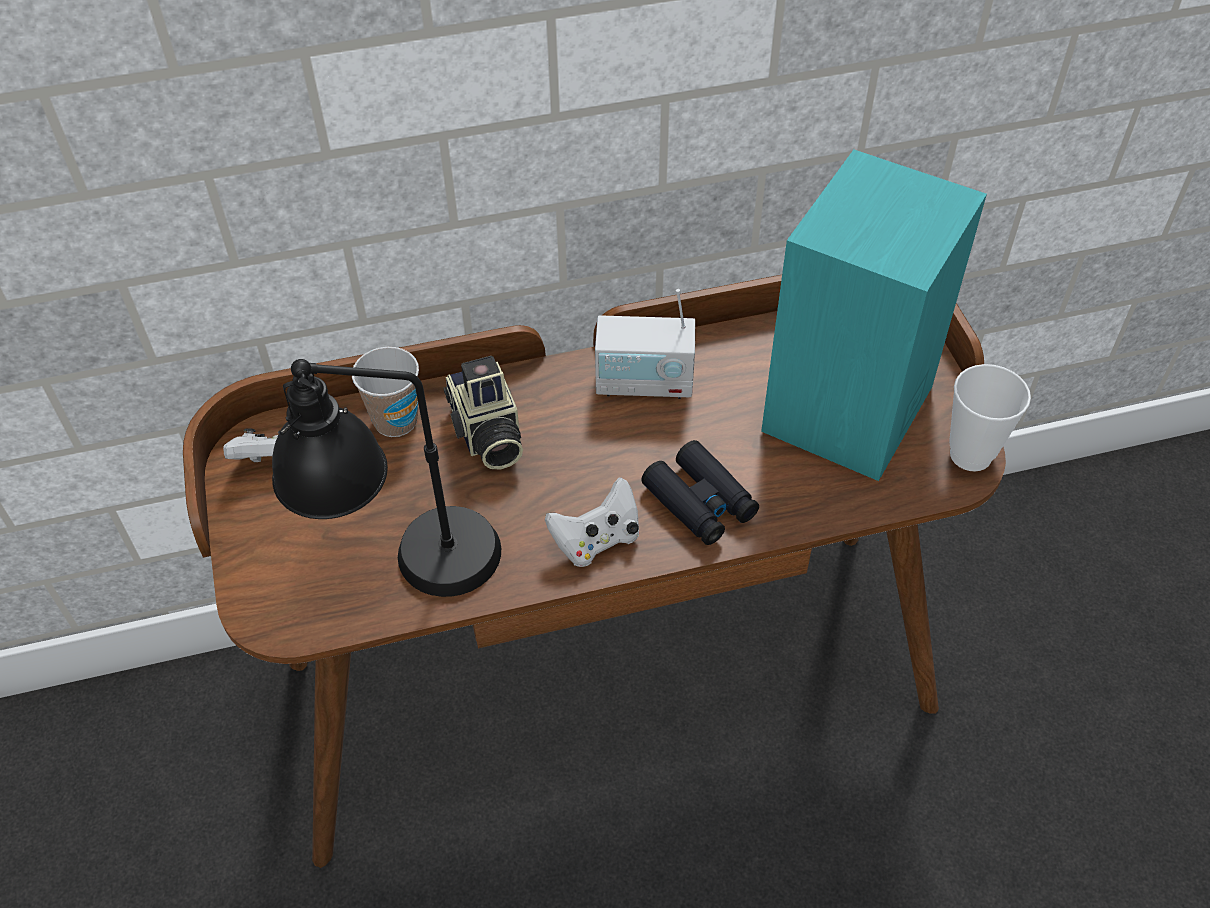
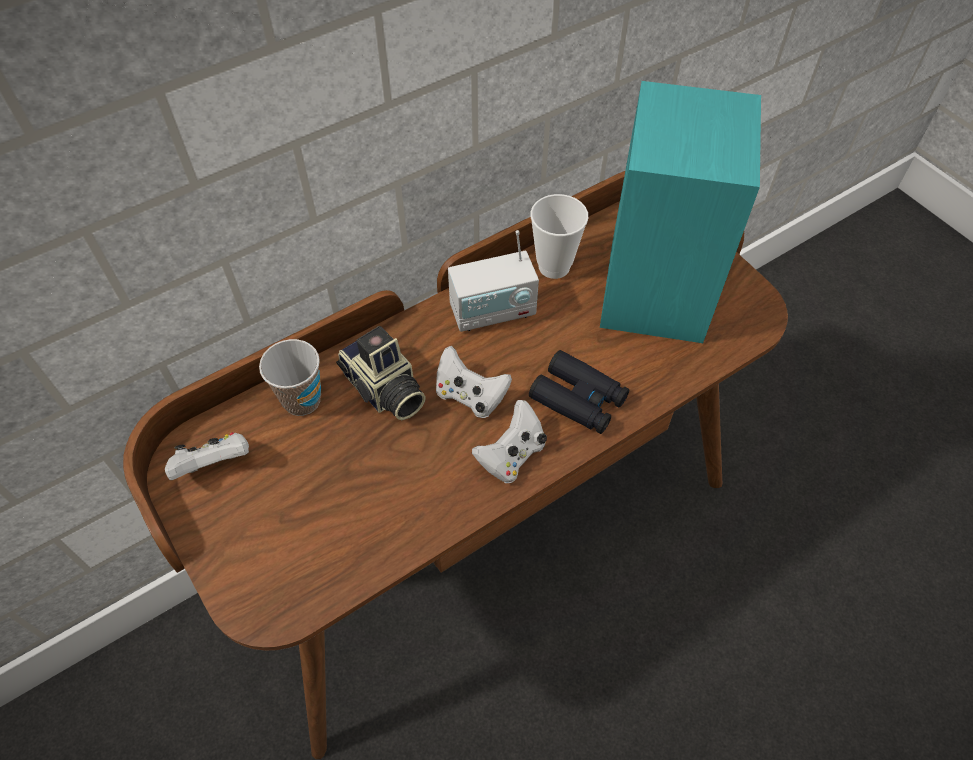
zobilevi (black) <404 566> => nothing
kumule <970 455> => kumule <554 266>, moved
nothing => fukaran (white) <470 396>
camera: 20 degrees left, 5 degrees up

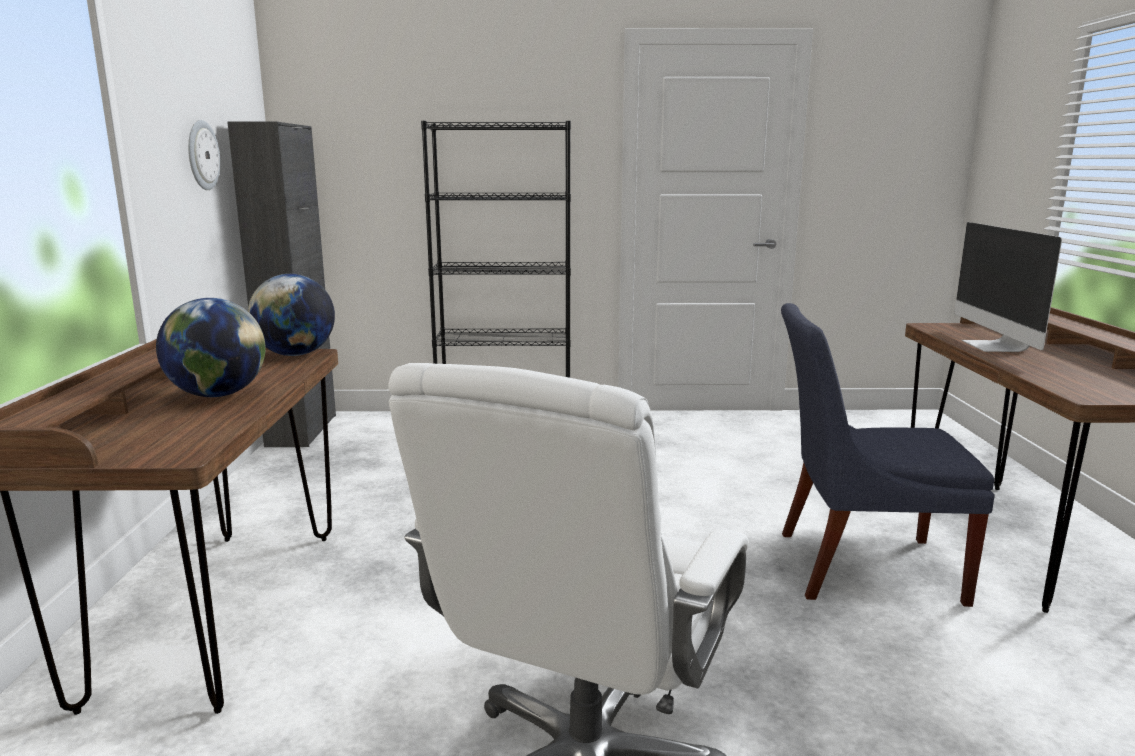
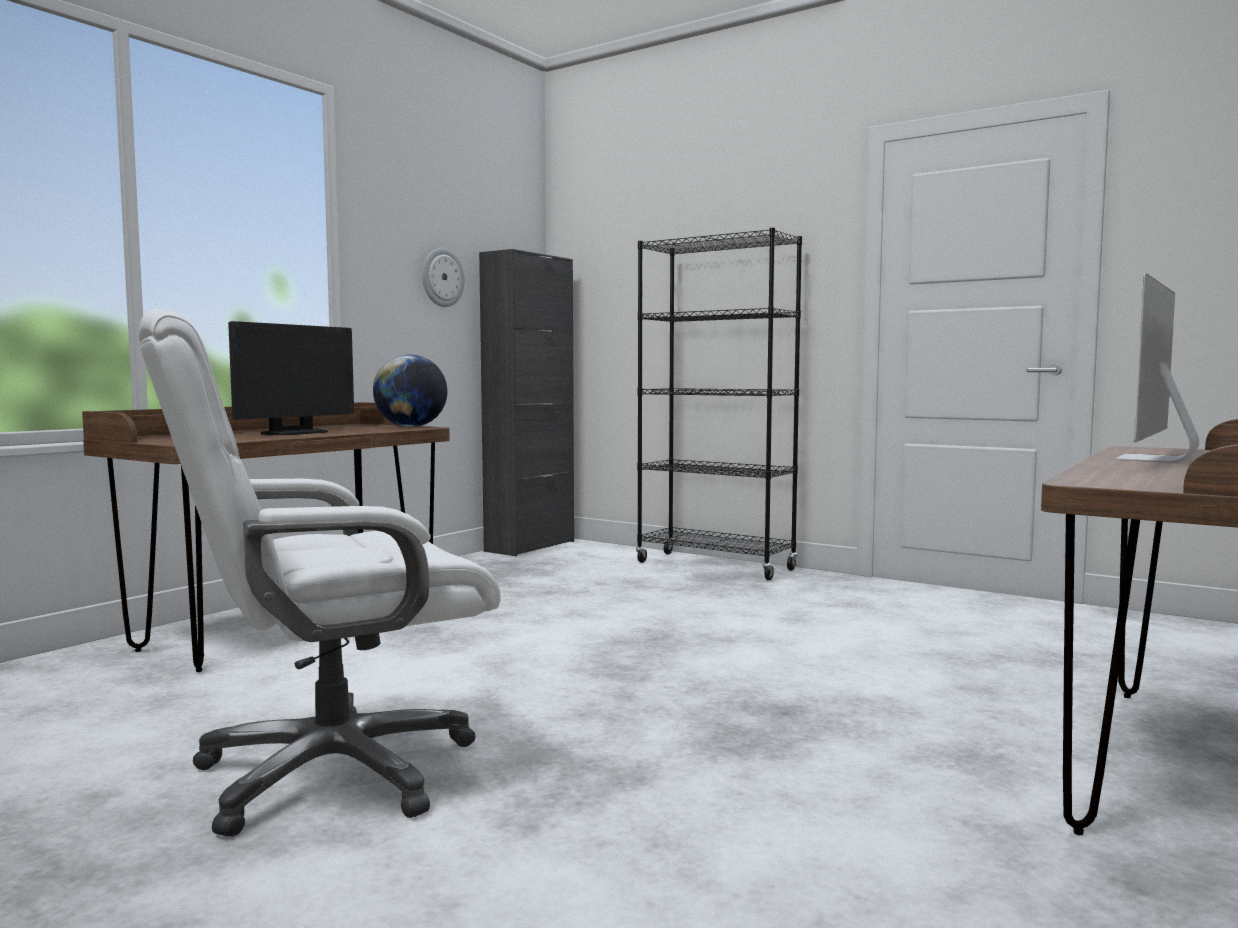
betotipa <218 395> => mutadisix <294 433>
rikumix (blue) <858 566> => nothing
camera: 35 degrees right, 10 degrees down

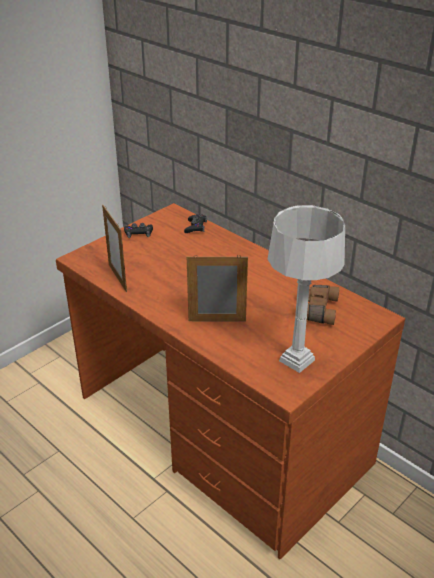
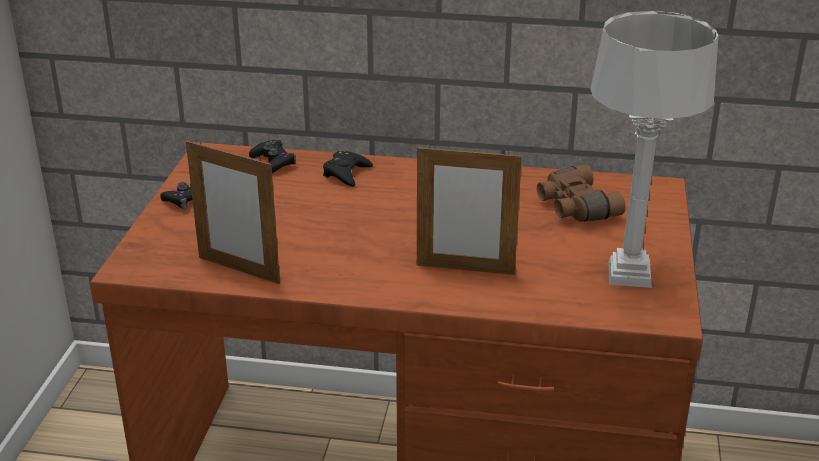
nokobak <217 321> => nokobak <465 269>, 135 degrees counterclockwise
nothing => fukaran (black) <346 173>
camera: 35 degrees left, 5 degrees down

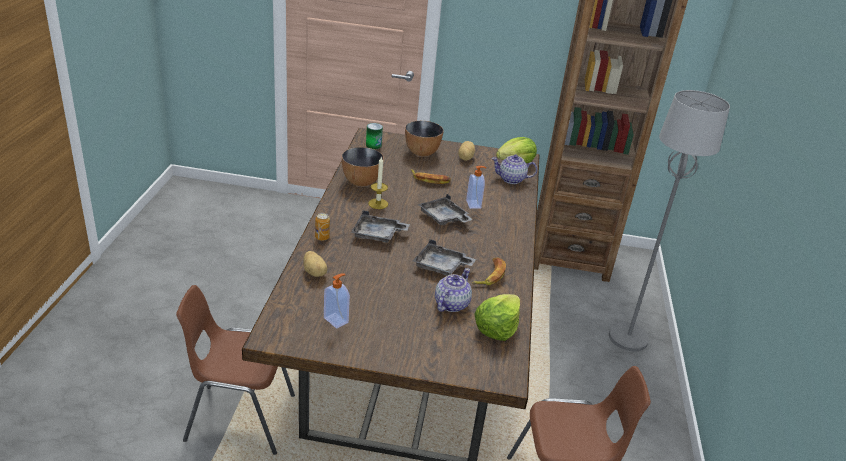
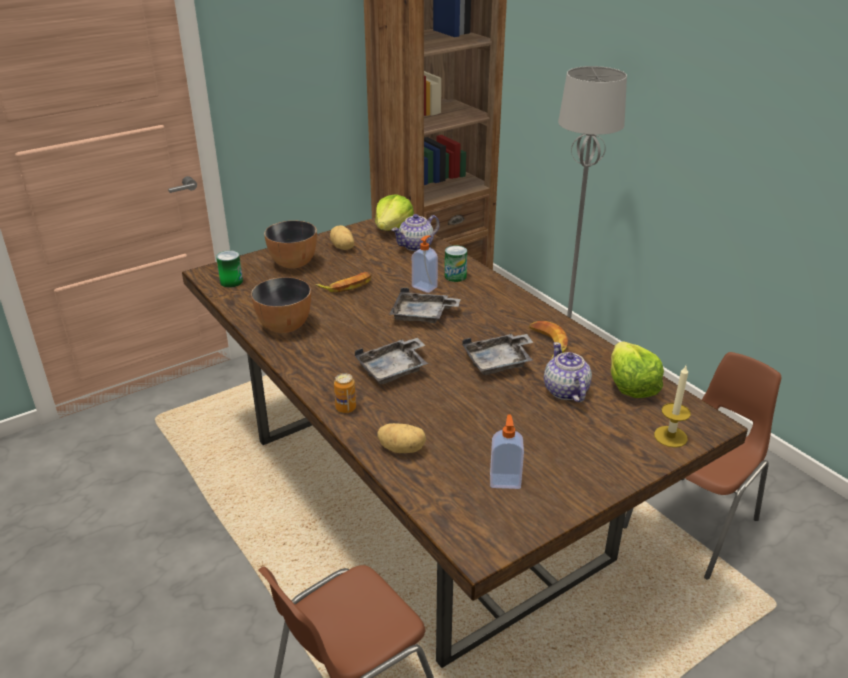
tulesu <378 203> => tulesu <670 436>, moved
nothing => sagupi <455 276>
camera: 40 degrees left, 0 degrees up

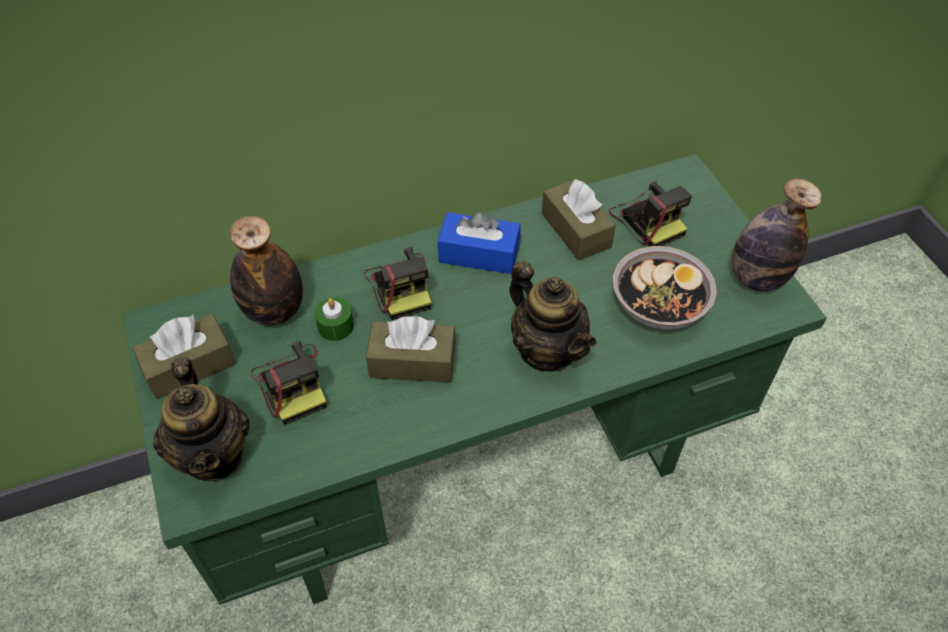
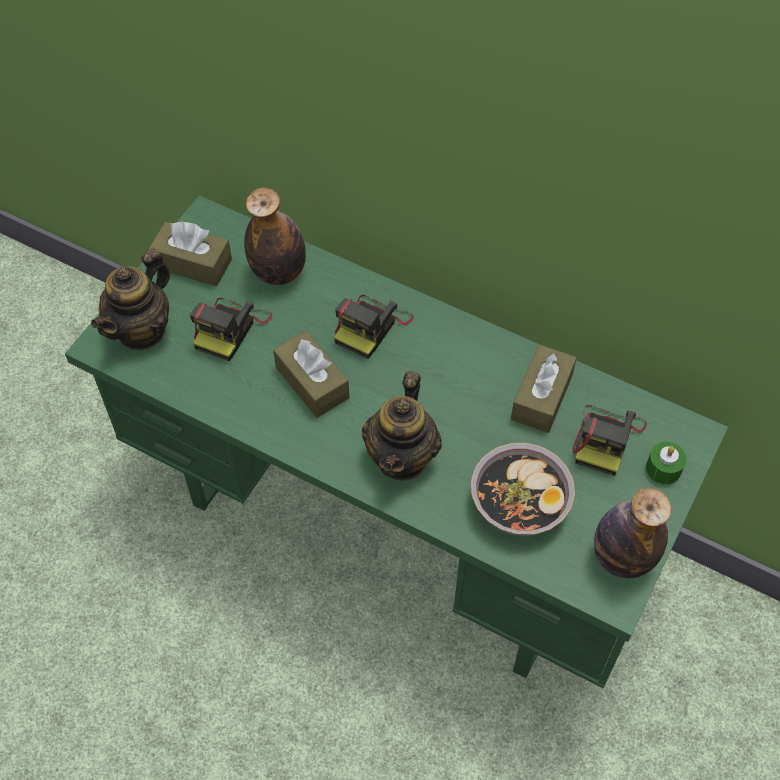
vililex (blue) <479 254> => nothing
tulesu (green) <335 326> => tulesu (green) <663 468>, moved
camera: 50 degrees right, 5 degrees up

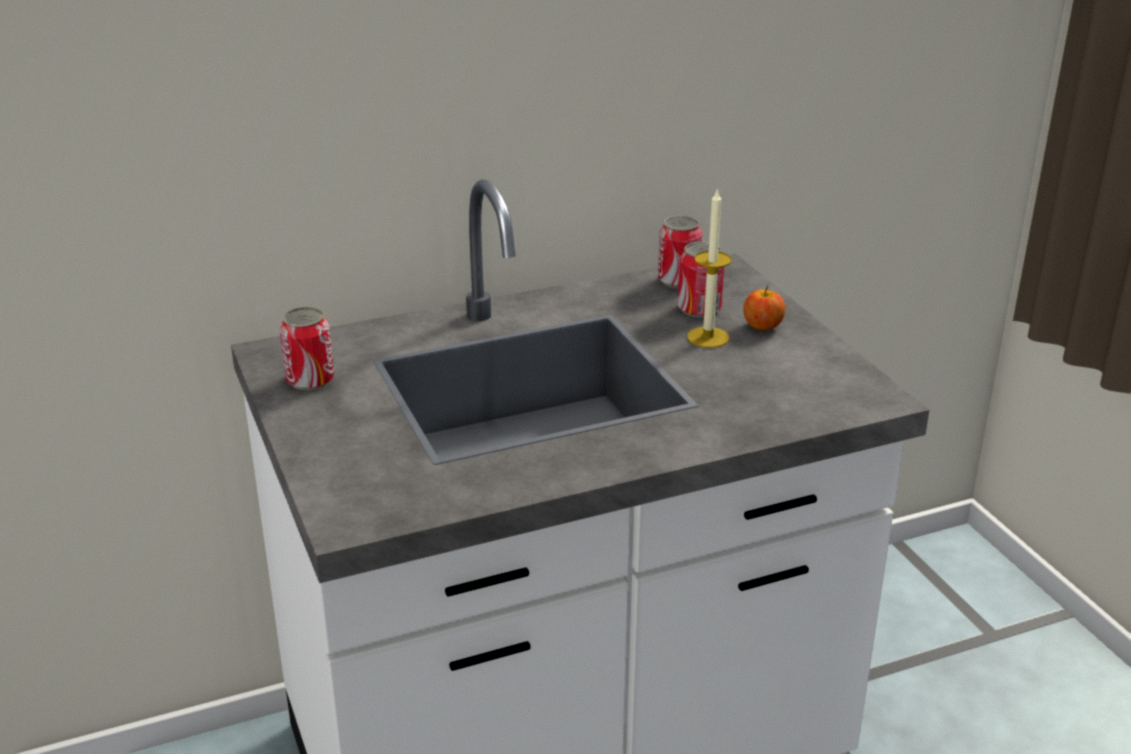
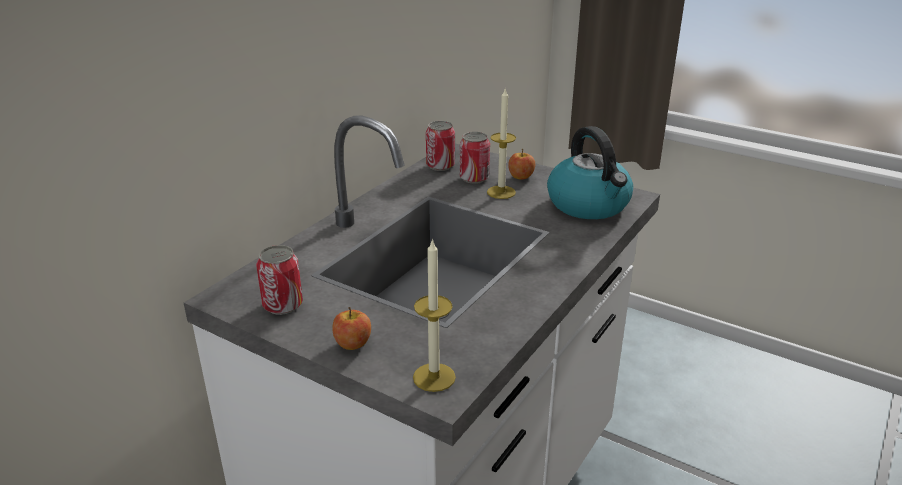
nothing => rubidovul <589 205>
nothing => tulesu <434 377>
nothing => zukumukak <353 344>
camera: 35 degrees left, 0 degrees up

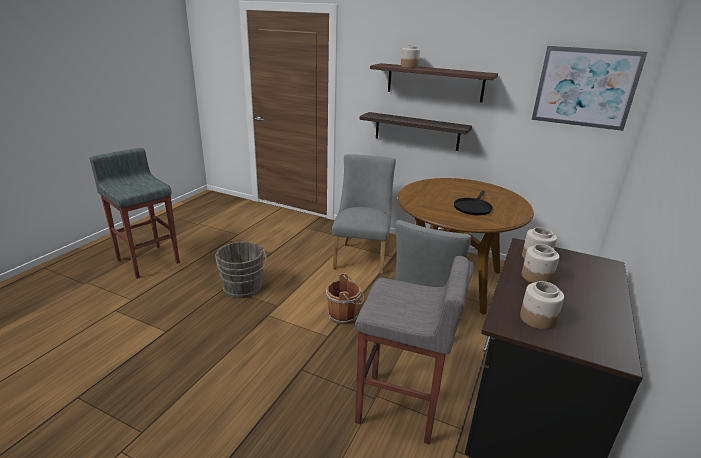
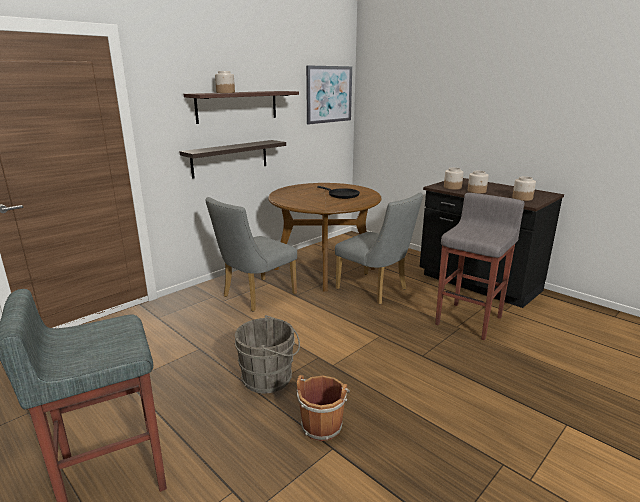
rikumix (grey) <362 256> => rikumix (grey) <255 296>, 75 degrees counterclockwise
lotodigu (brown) <344 315> => lotodigu (brown) <322 424>, moved
camera: 70 degrees left, 5 degrees down

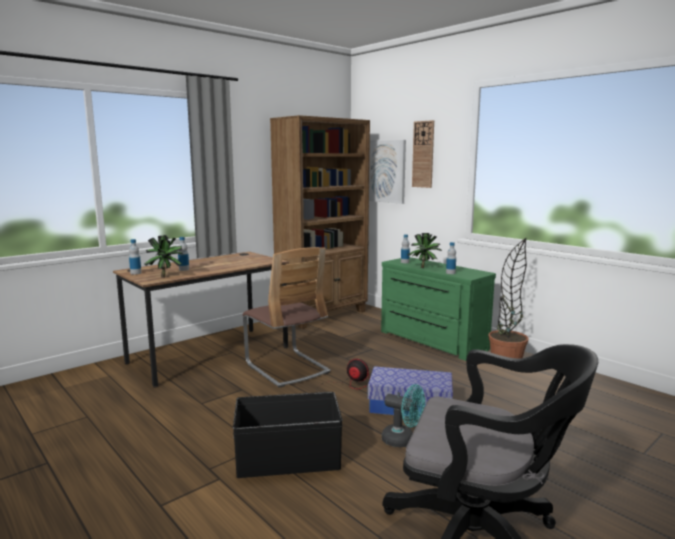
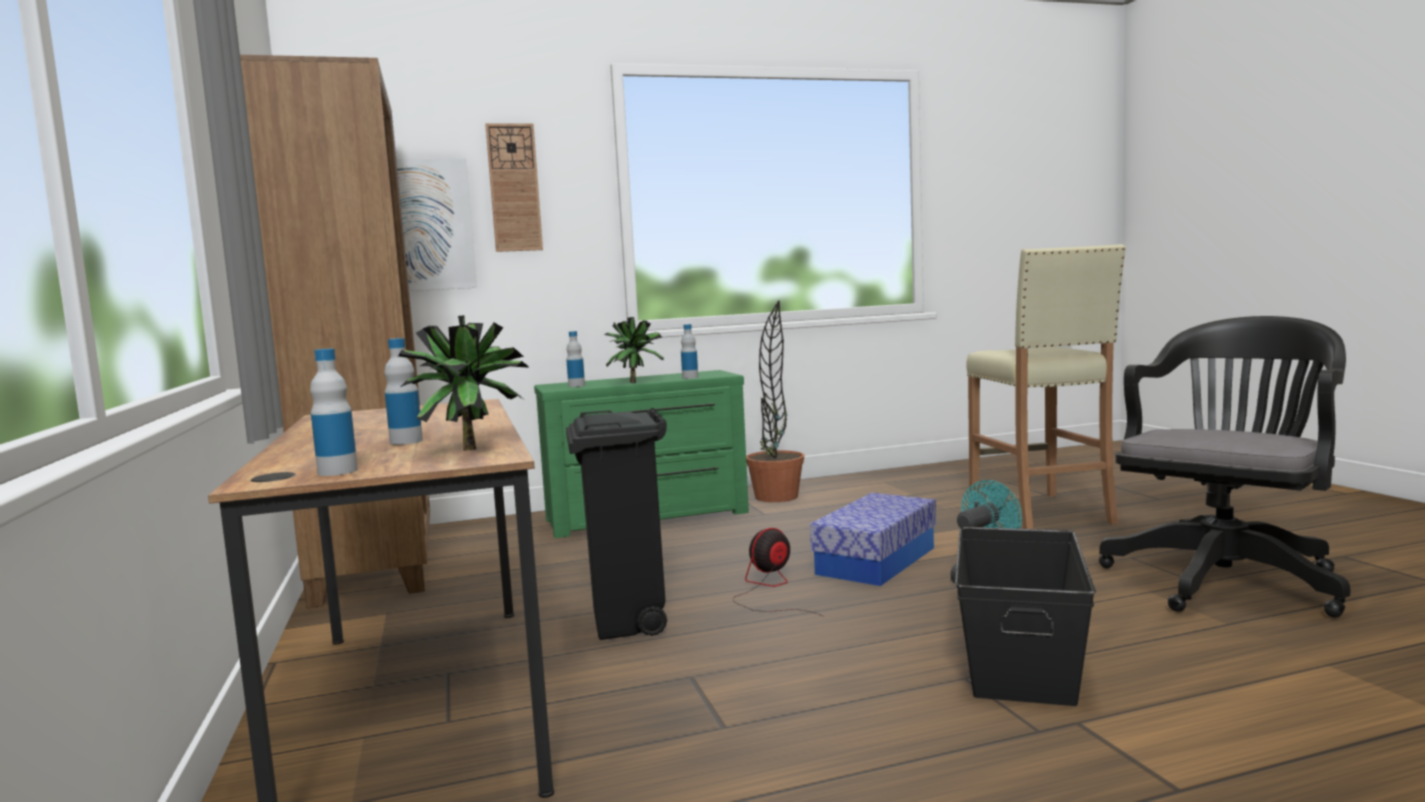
rikumix <287 368> => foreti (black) <628 624>
nothing => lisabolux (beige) <1040 513>
camera: 65 degrees left, 5 degrees down

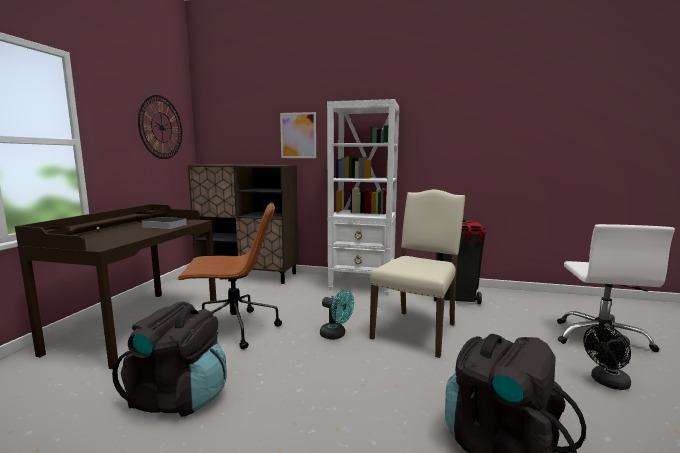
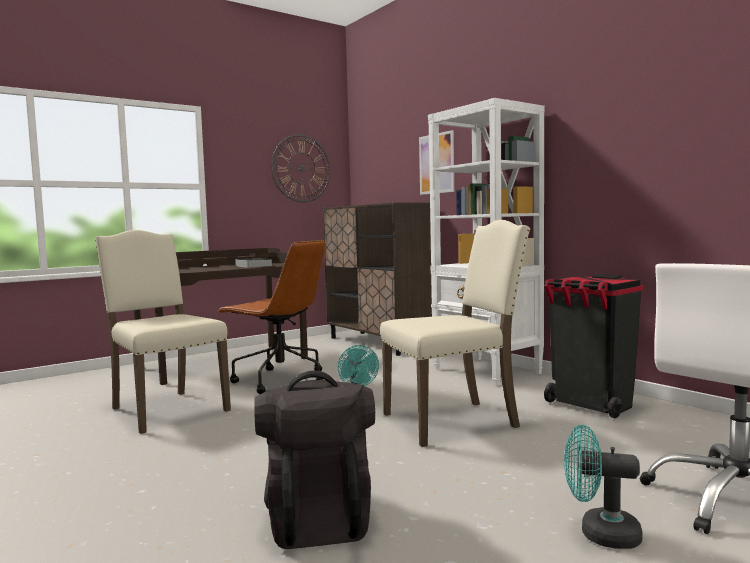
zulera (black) <179 397> => rikumix (beige) <166 409>
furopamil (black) <606 382> => furopamil (turquoise) <600 534>
camera: 40 degrees right, 5 degrees down

